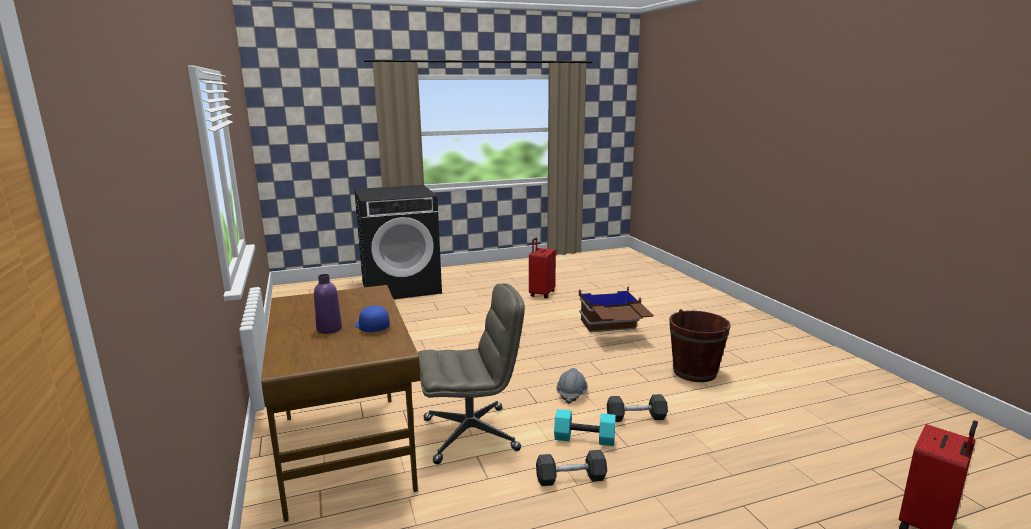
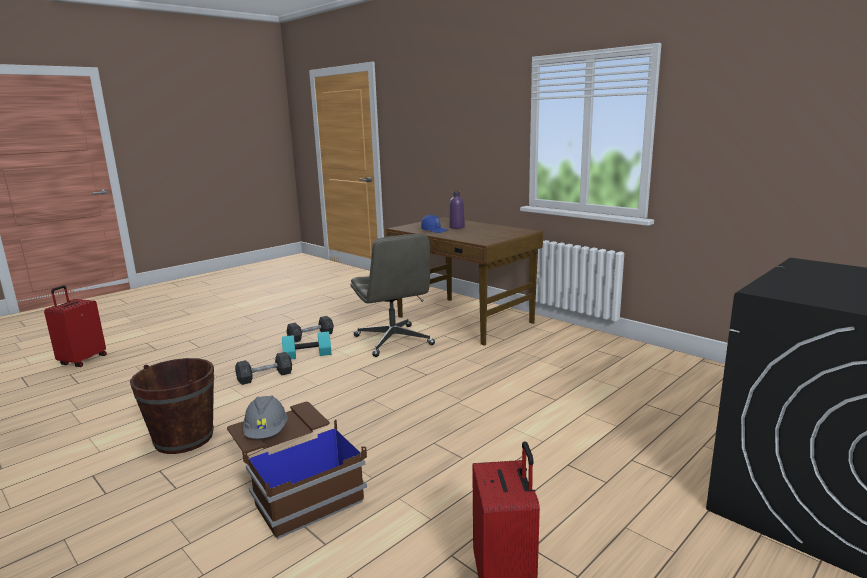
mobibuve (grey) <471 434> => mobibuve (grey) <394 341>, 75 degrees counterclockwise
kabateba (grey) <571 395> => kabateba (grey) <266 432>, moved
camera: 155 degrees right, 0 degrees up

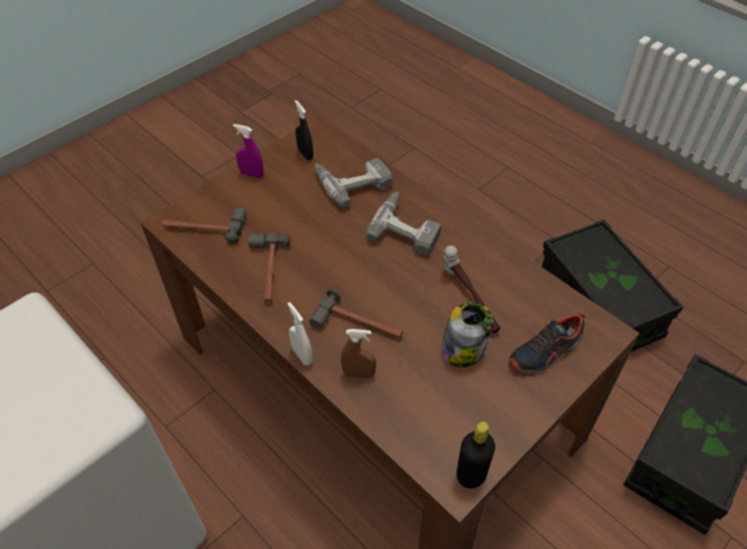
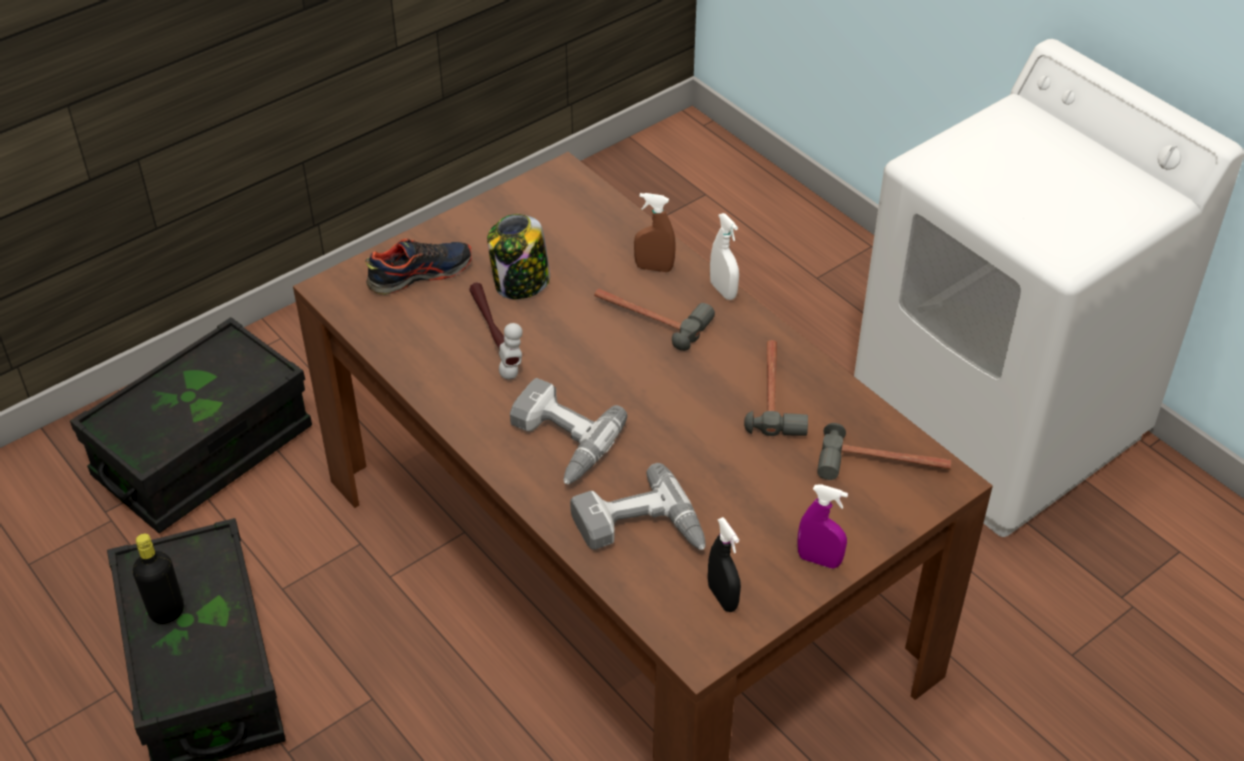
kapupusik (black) <471 475> => kapupusik (black) <167 611>, moved
camera: 175 degrees left, 5 degrees down

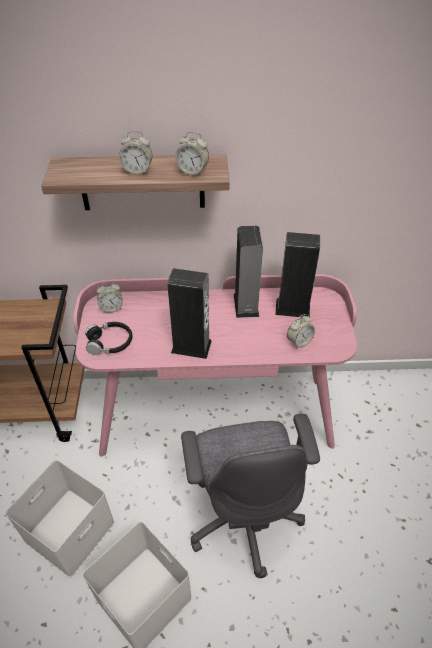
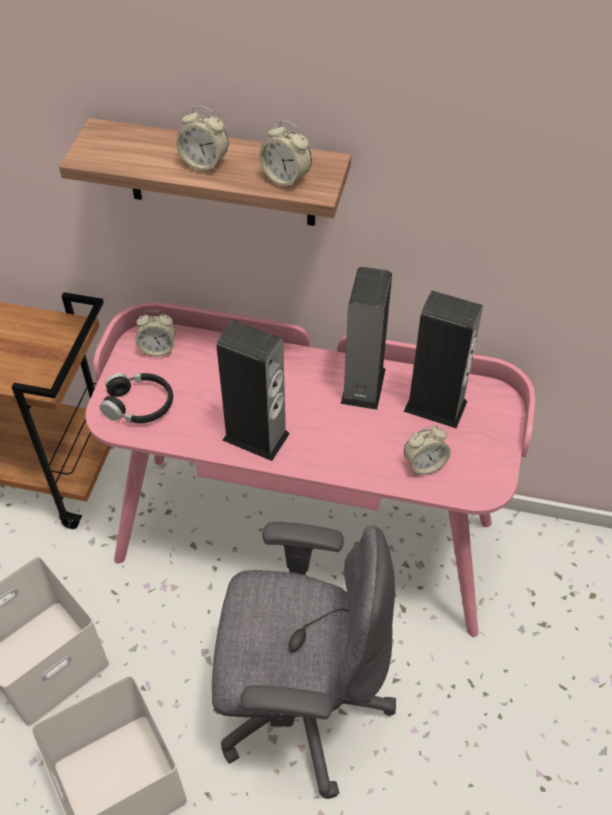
mobibuve (grey) <244 516> => mobibuve (grey) <300 705>, 90 degrees counterclockwise
camera: 15 degrees right, 5 degrees up

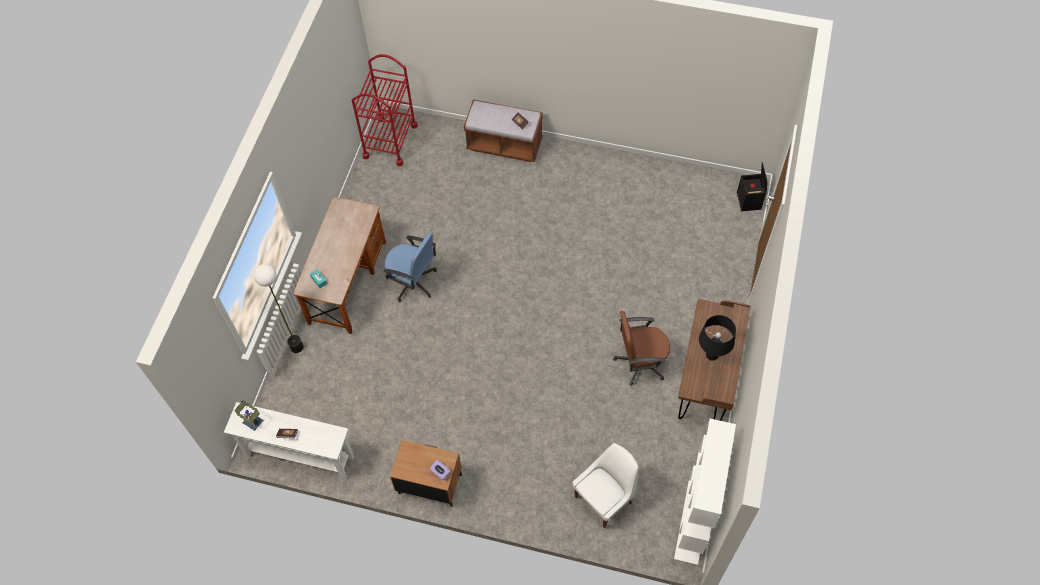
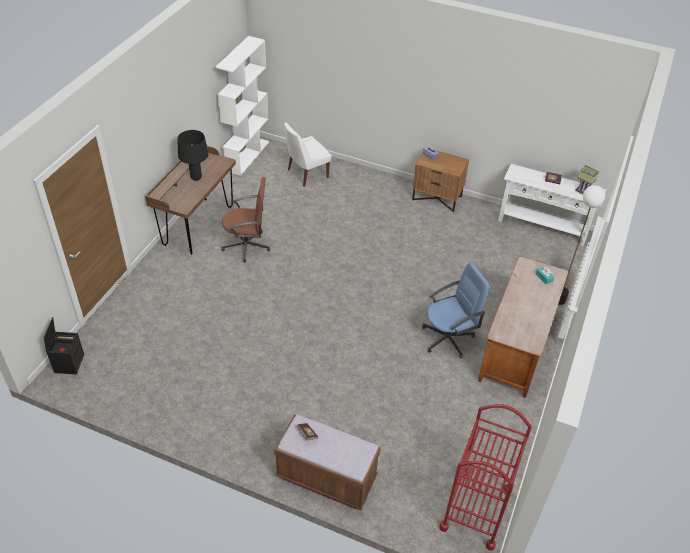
mobibuve (blue) <413 282> => mobibuve (blue) <448 338>, 120 degrees clockwise
camera: 175 degrees left, 15 degrees down

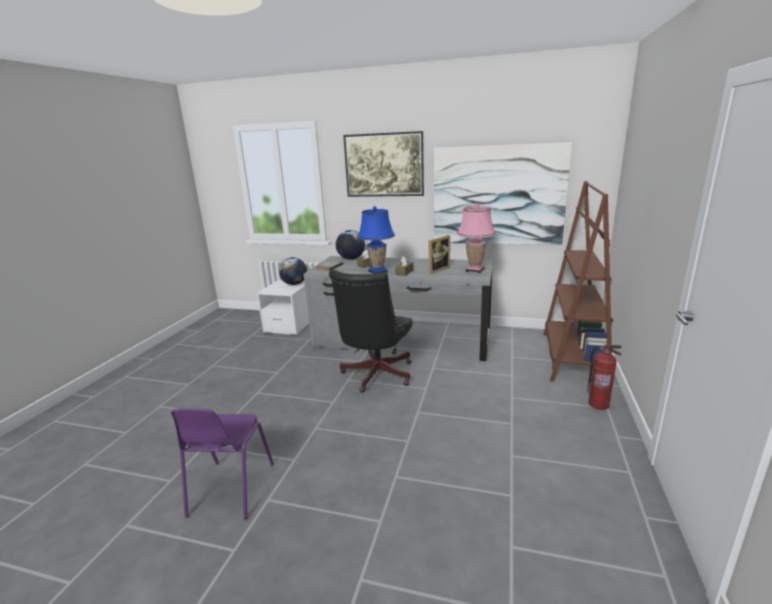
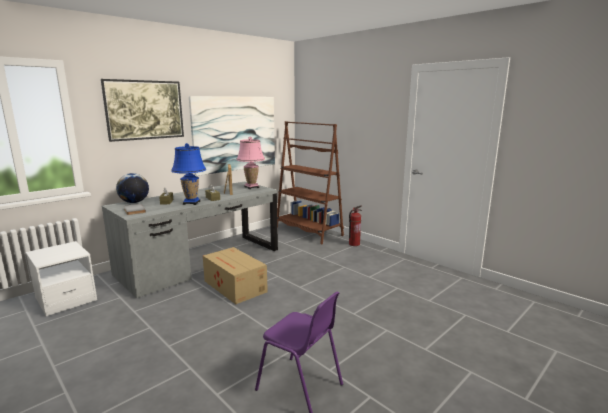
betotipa <294 284> => nothing
mobibuve (black) <375 376> => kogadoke <235 287>
camera: 60 degrees left, 5 degrees down

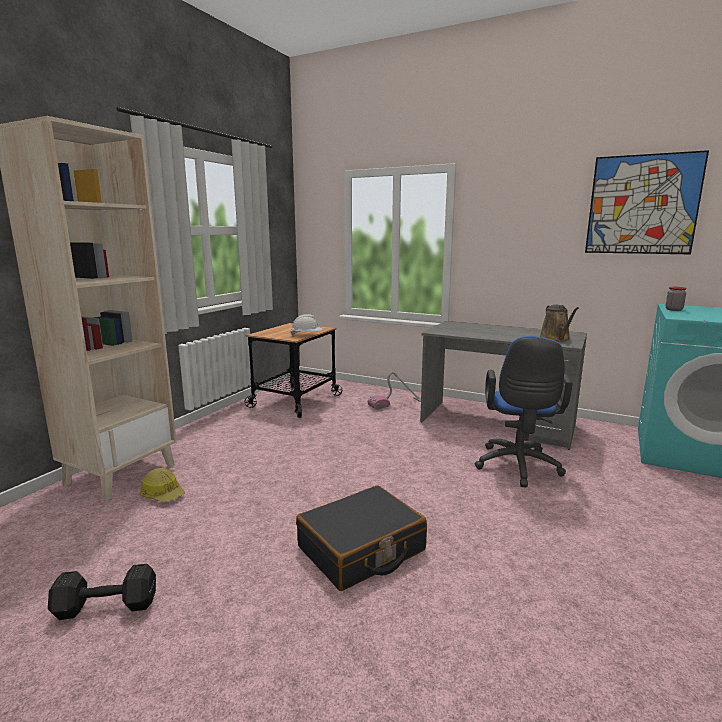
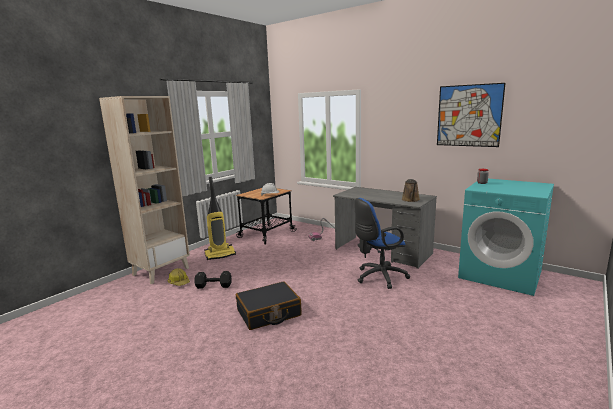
mobibuve (blue) <518 468> => mobibuve (blue) <378 277>, 45 degrees clockwise
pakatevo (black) <104 606> => pakatevo (black) <213 286>, moved
nothing => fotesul <220 254>
camera: 10 degrees right, 0 degrees up

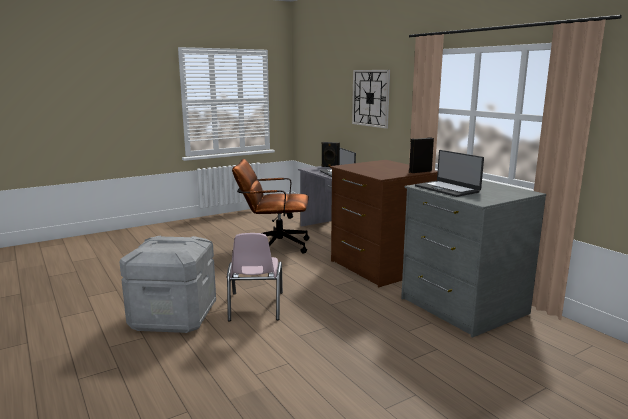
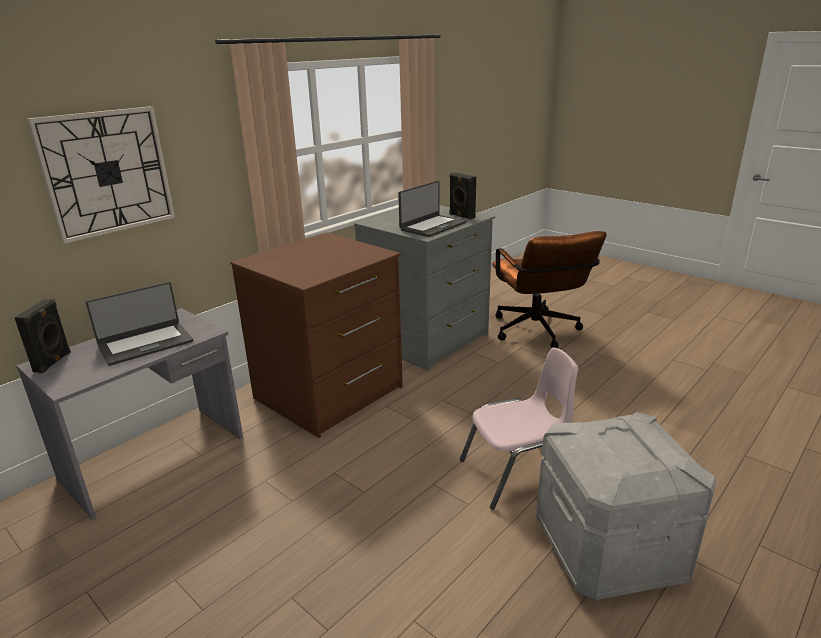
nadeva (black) <419 171> => nadeva (black) <461 216>, moved
mobibuve (brown) <273 245> => mobibuve (brown) <538 333>, moved
camera: 105 degrees left, 10 degrees up

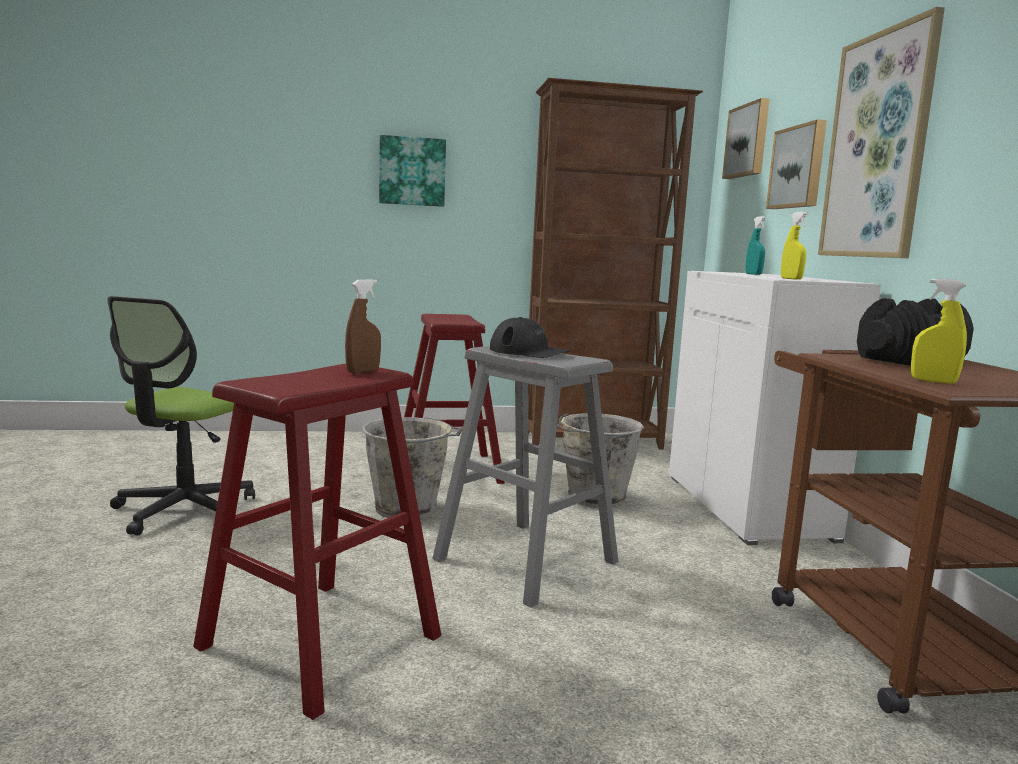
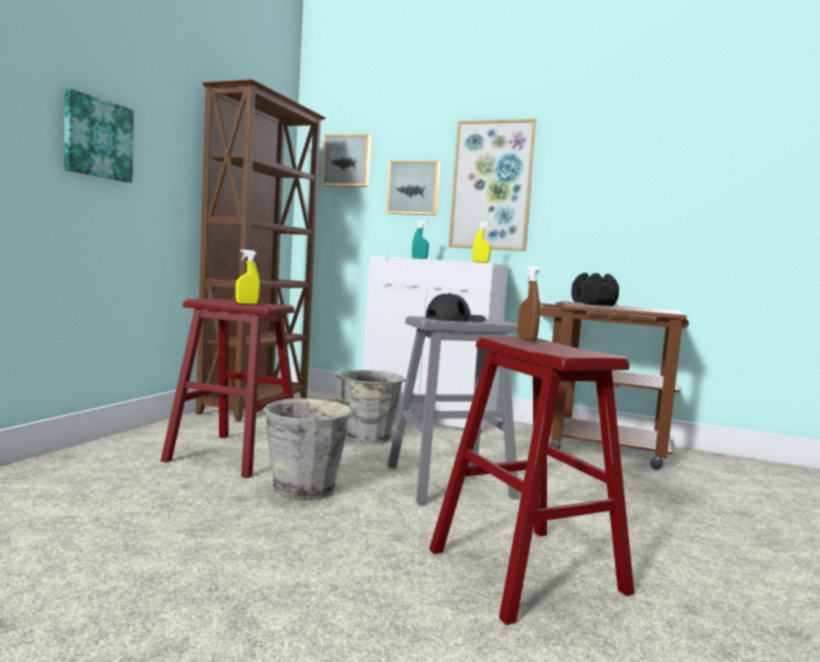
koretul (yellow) <933 381> => koretul (yellow) <247 303>, moved
mobibuve <184 510> => nothing
camera: 60 degrees left, 5 degrees down

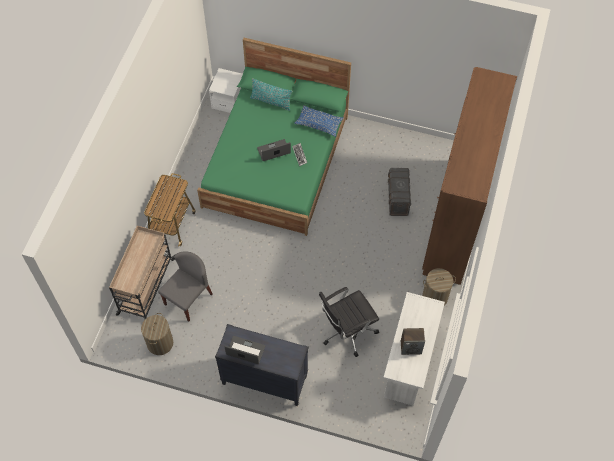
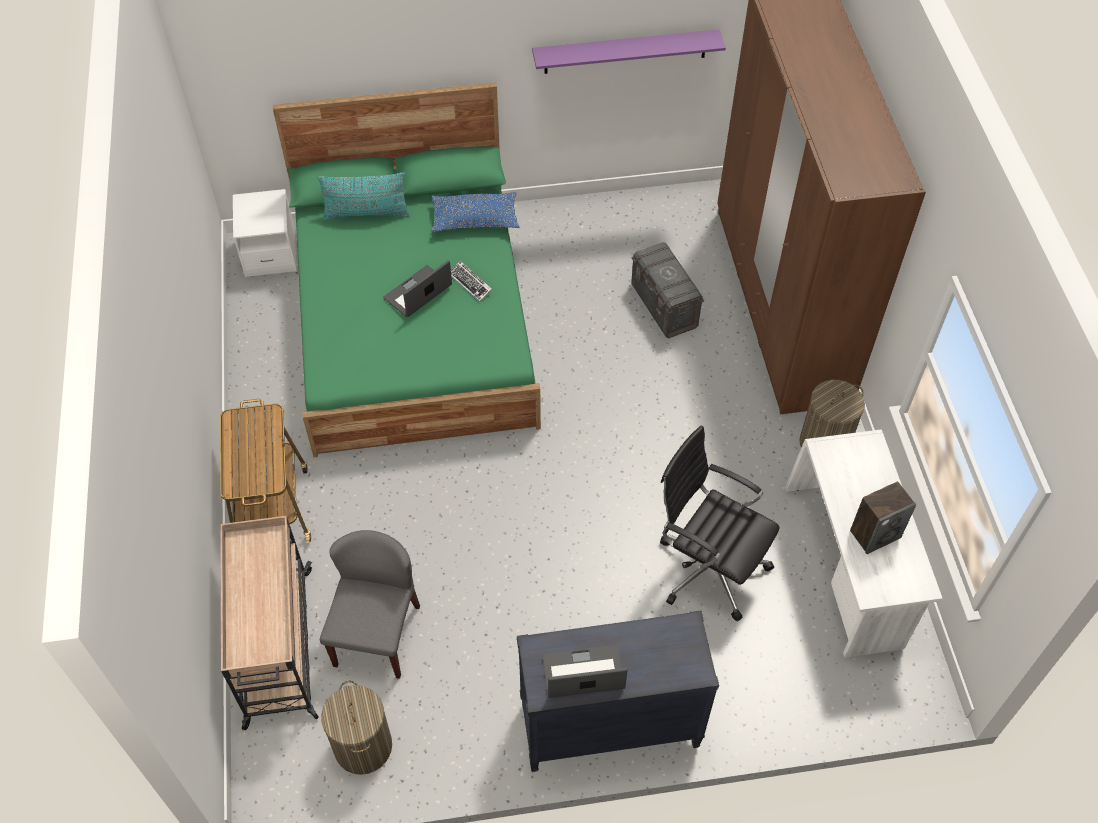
mobibuve (black) <346 331> => mobibuve (black) <708 567>, 90 degrees clockwise
nothing => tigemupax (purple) <625 51>
camera: 25 degrees left, 5 degrees down

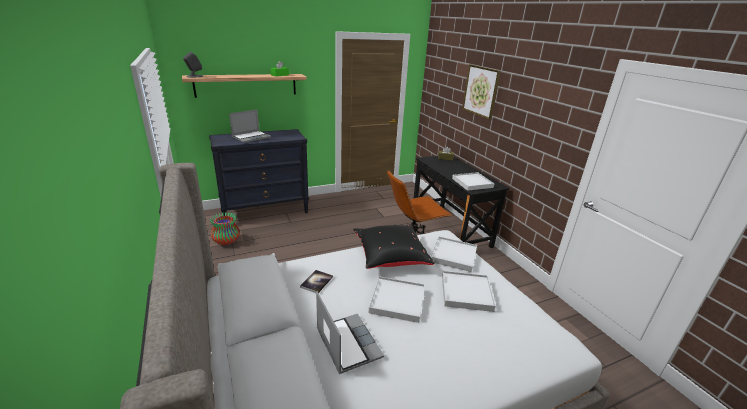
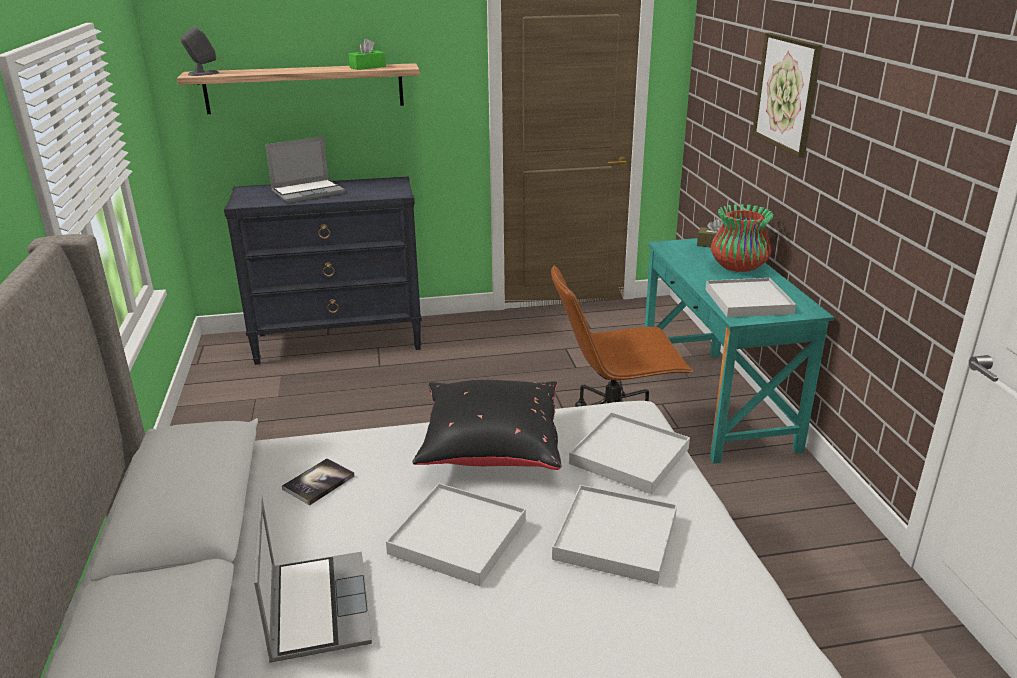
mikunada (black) <450 228> => mikunada (turquoise) <716 402>
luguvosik <226 241> => luguvosik <738 267>, moved
camera: 15 degrees right, 0 degrees up

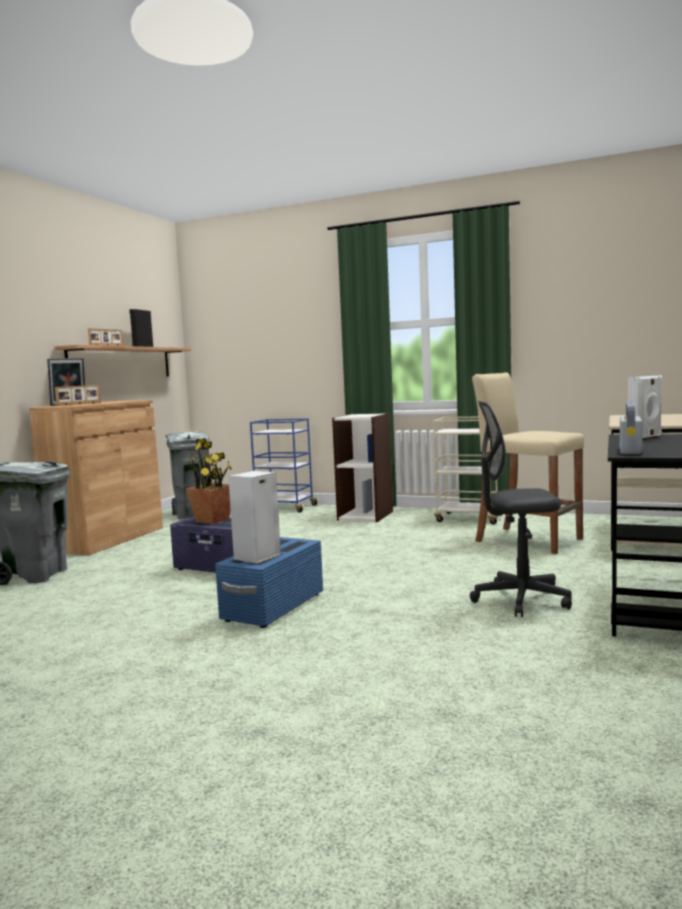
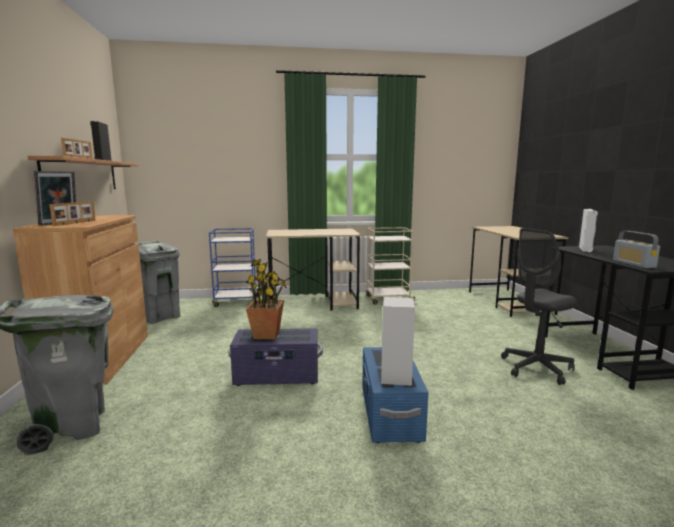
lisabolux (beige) <529 540> => nothing
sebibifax <366 515> => mikunada (beige) <314 303>
camera: 30 degrees left, 5 degrees up

